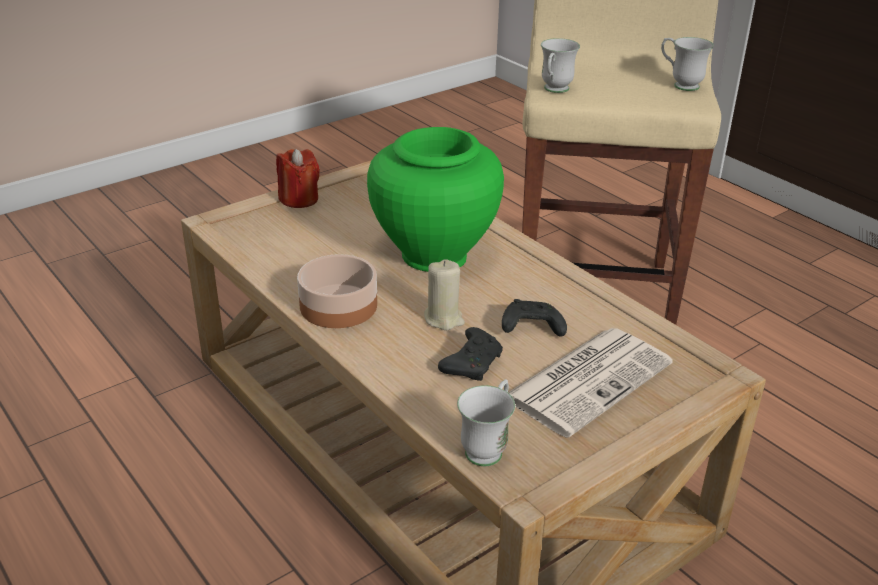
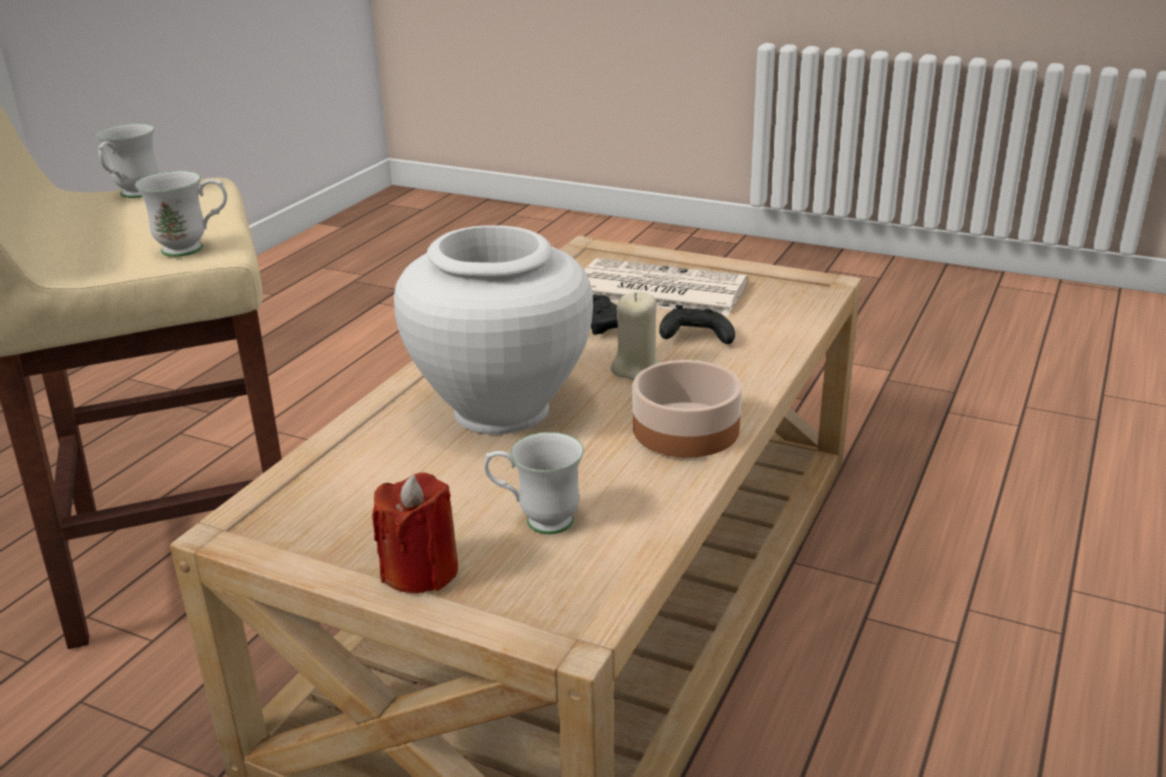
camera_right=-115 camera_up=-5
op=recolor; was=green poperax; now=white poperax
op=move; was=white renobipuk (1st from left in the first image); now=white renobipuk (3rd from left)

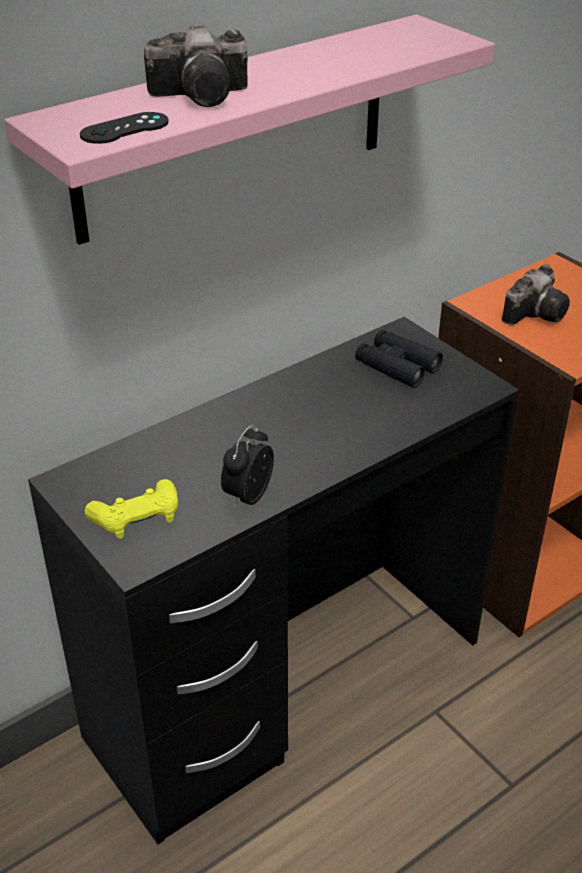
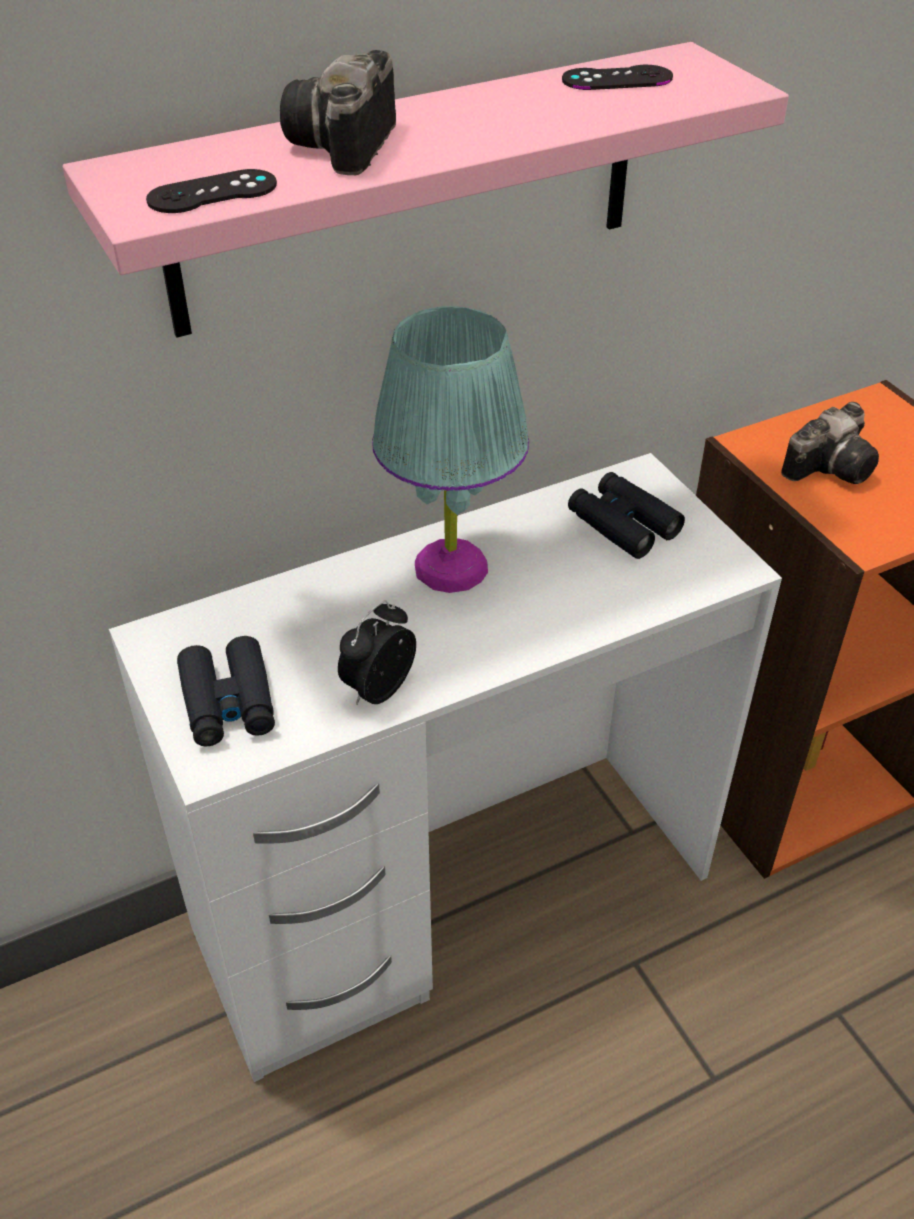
camera_right=10 camera_up=5
op=recolor; was=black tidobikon; now=white tidobikon
op=replace; was=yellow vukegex; now=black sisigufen (1st from left)
op=rotate; was=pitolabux (1st from left); clockwise=105
op=insert; now=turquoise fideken
op=insert; now=black vukegex (2nd from left)

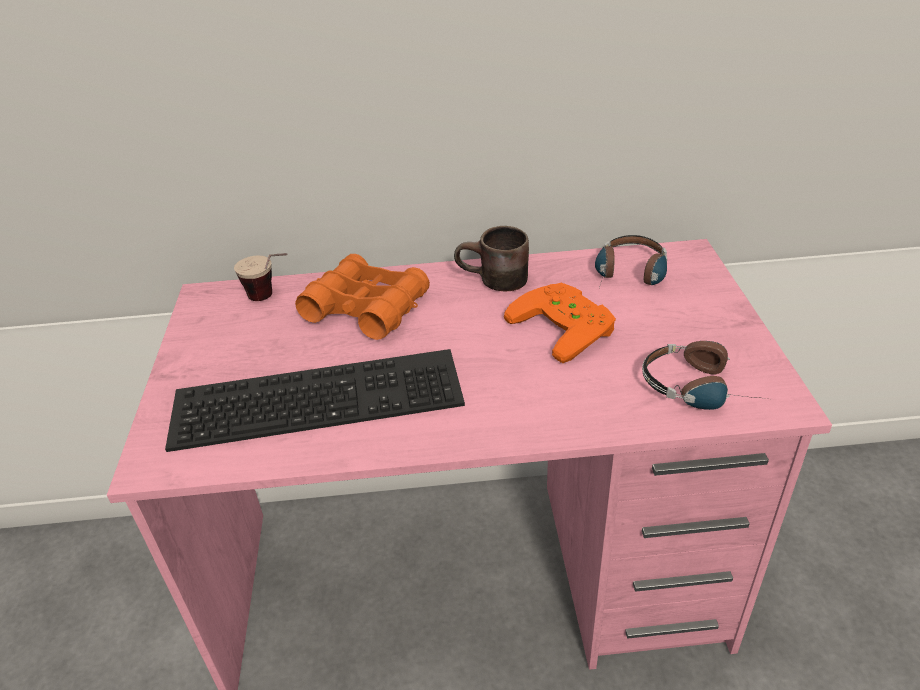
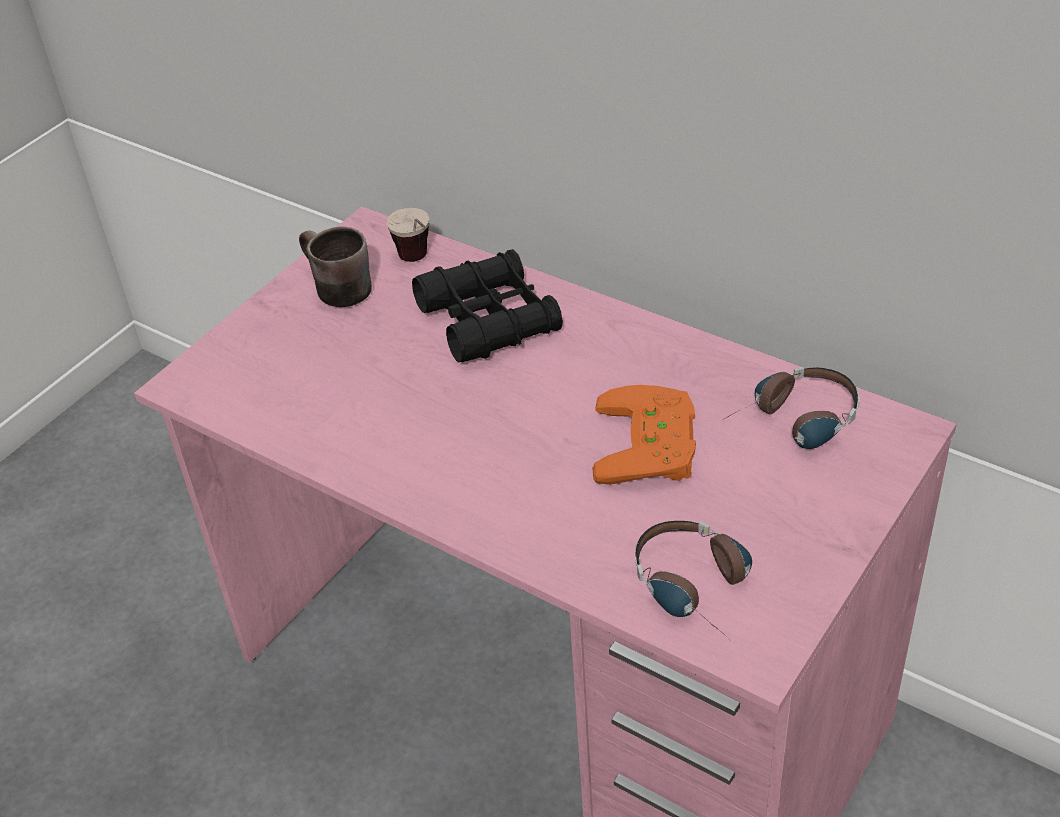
camera_right=40 camera_up=5
op=delete; was=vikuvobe
op=recolor; was=orange sisigufen; now=black sisigufen
op=move; was=brown renobipuk

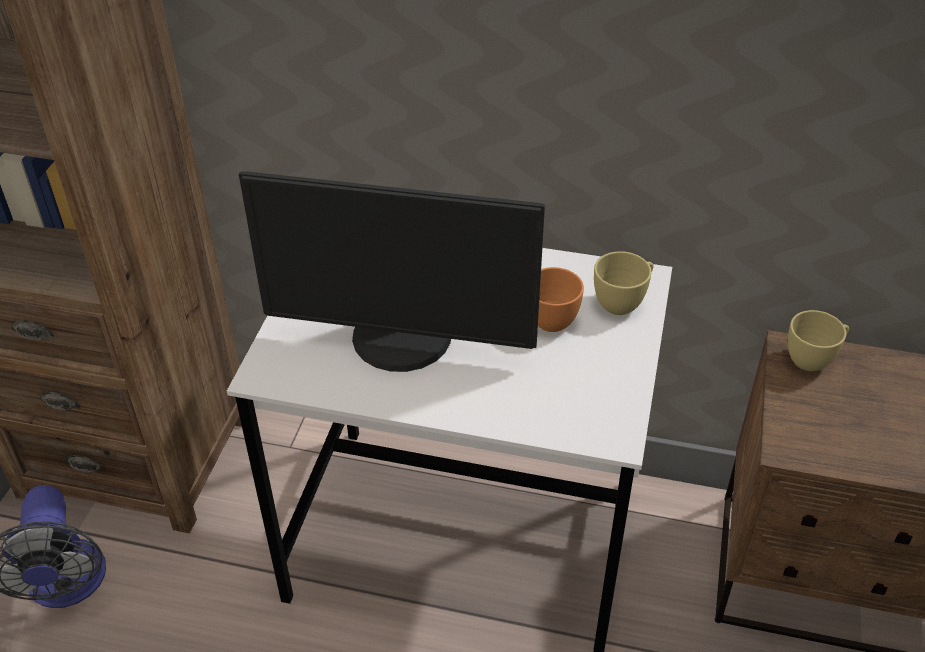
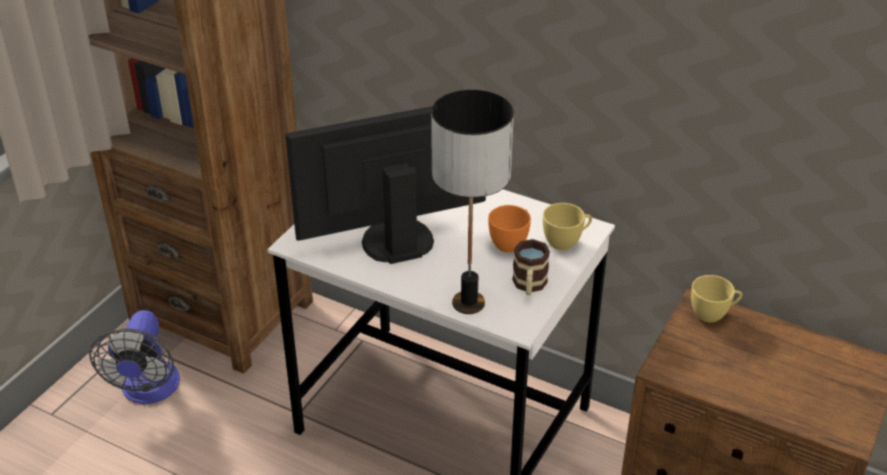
camera_right=15 camera_up=-5
op=rotate; was=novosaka; clockwise=135
op=insert; now=fideken
op=insert; now=renobipuk

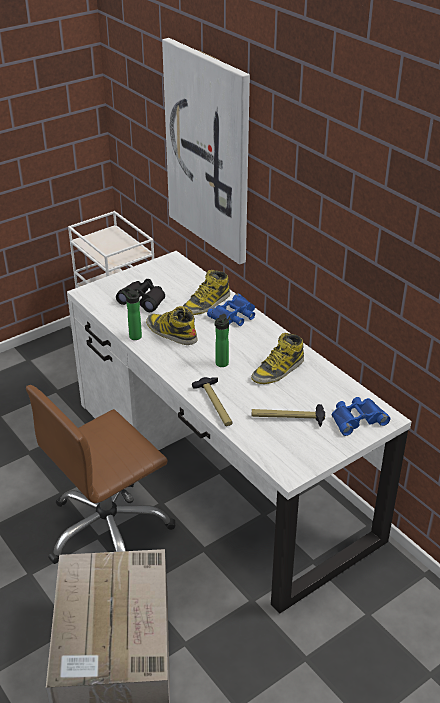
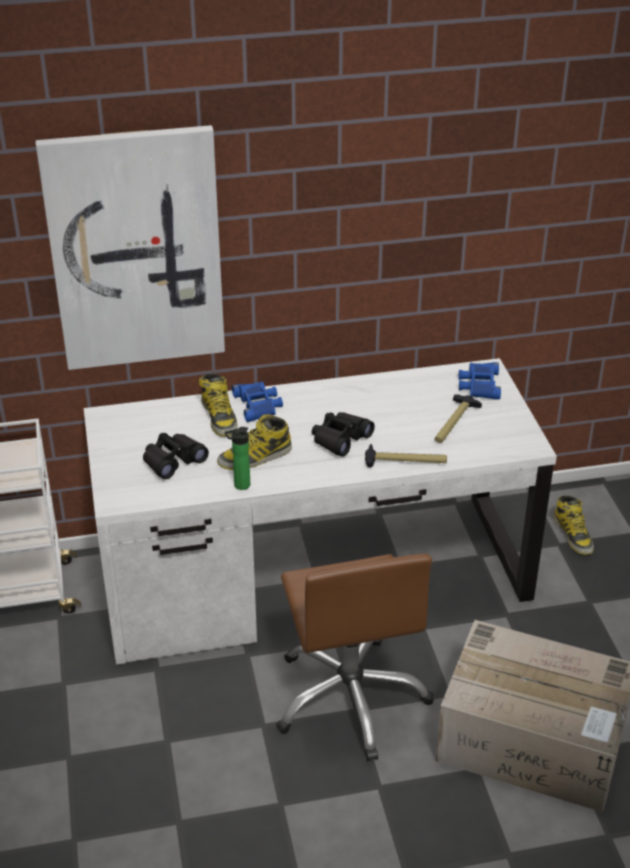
camera_right=-65 camera_up=0
op=replace; was=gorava (2nd from left); now=black sisigufen (2nd from left)
op=move; was=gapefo (3rd from left)

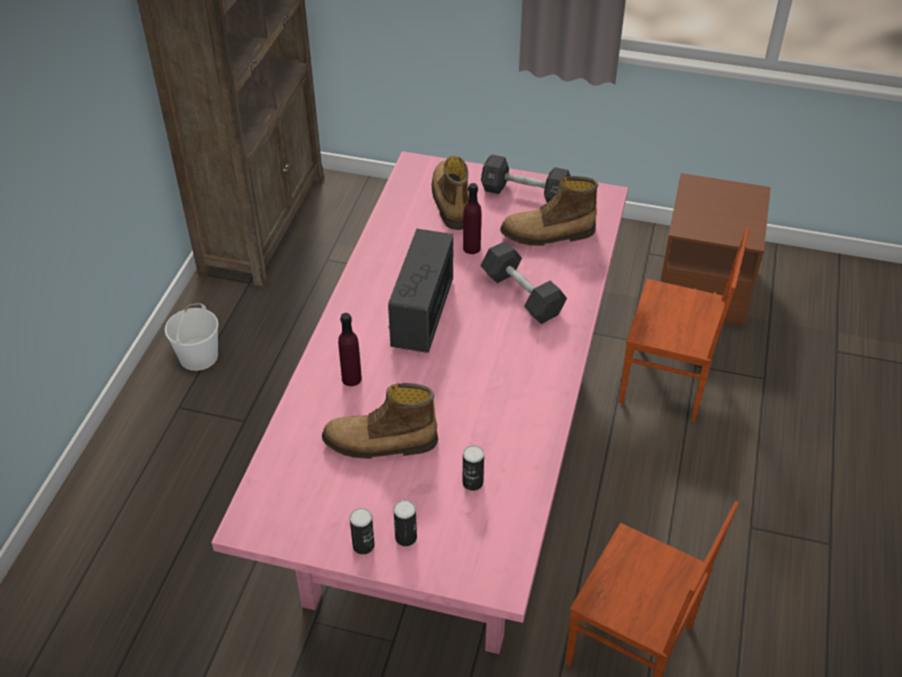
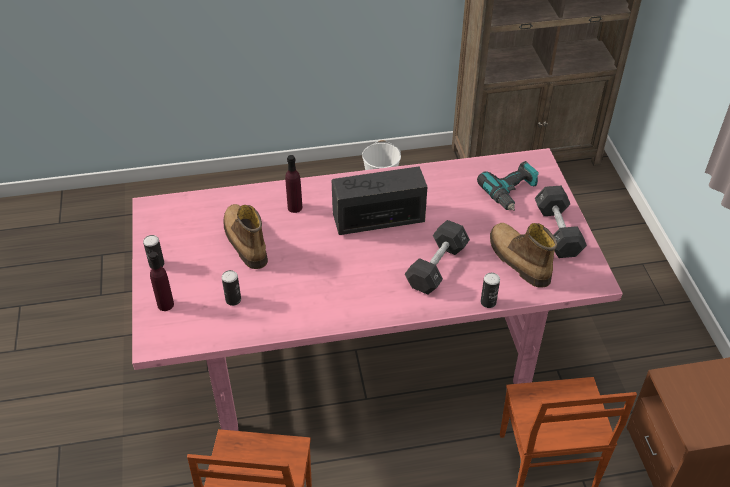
camera_right=65 camera_up=0
op=move; was=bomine (2nd from left in the first image); now=bomine (3rd from left)
op=replace; was=gapefo (2nd from left); now=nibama
op=move; was=purple gorava (2nd from left in the first image); now=purple gorava (1st from left)

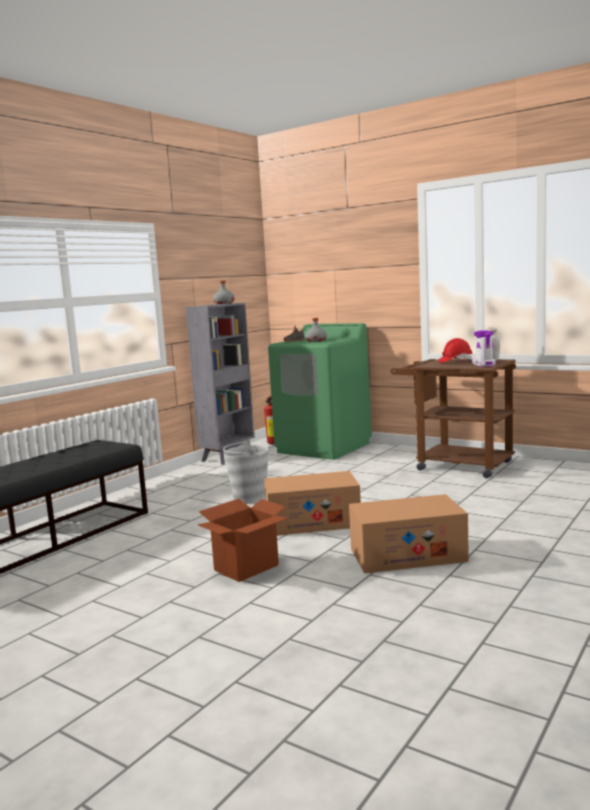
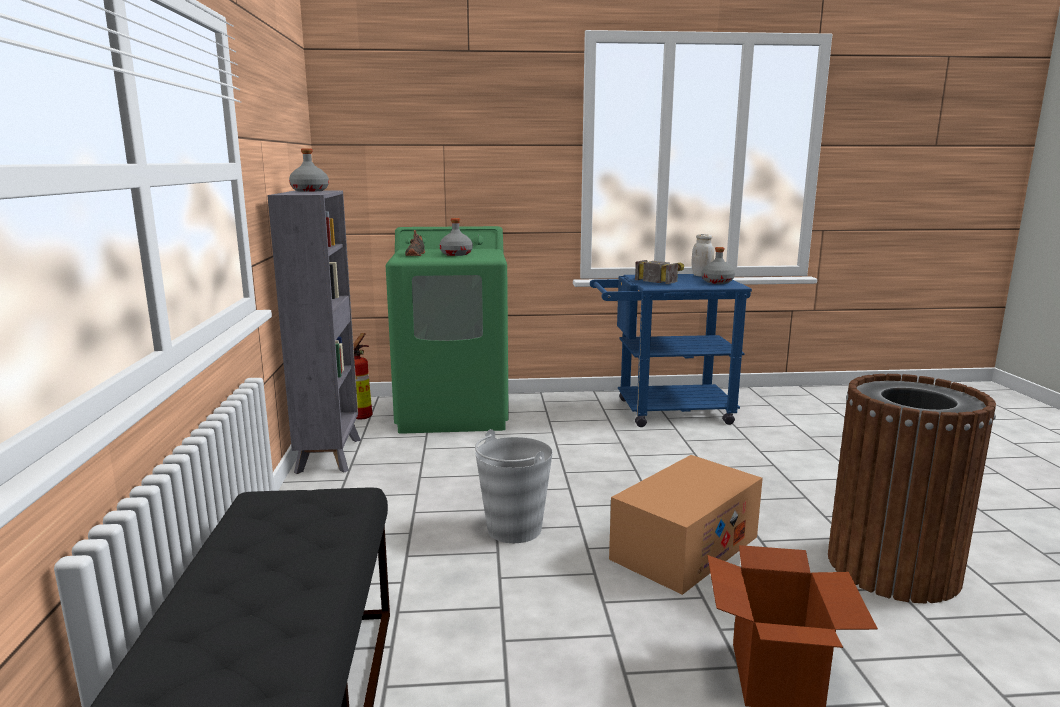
camera_right=-40 camera_up=5
op=replace; was=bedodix (3rd from left); now=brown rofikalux
op=recolor; was=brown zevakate; now=blue zevakate
op=replace; was=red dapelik; now=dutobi
op=replace; was=gapefo; now=grey gorava (3rd from left)

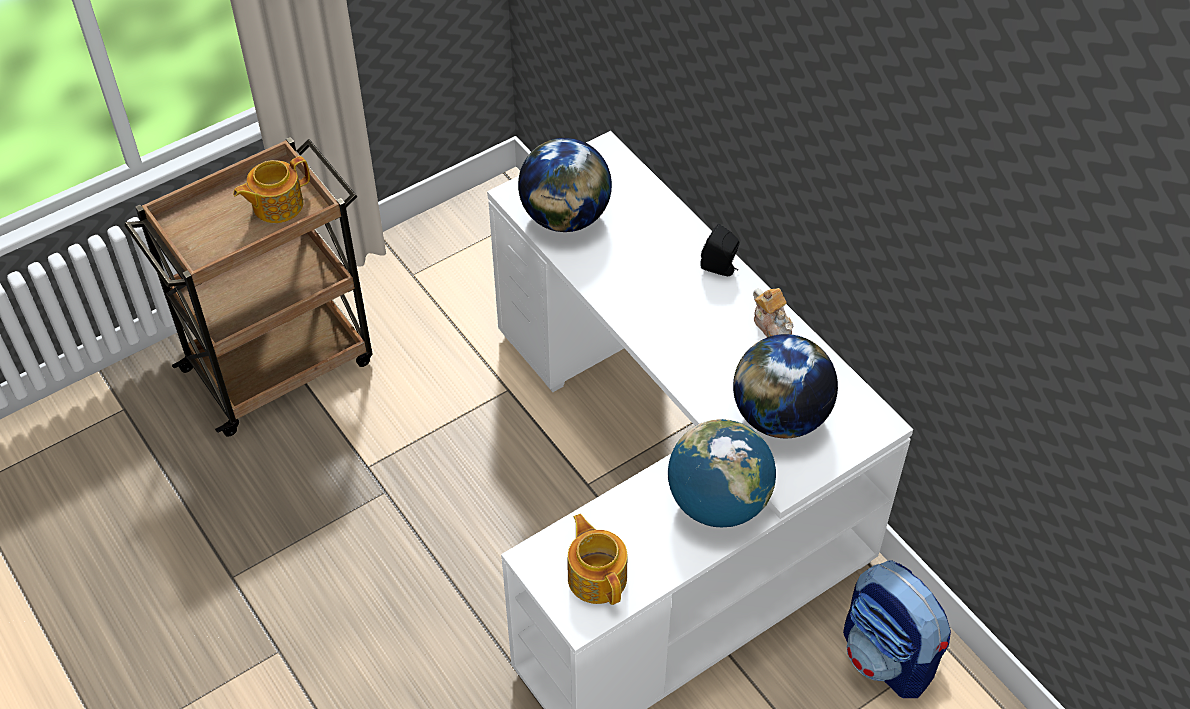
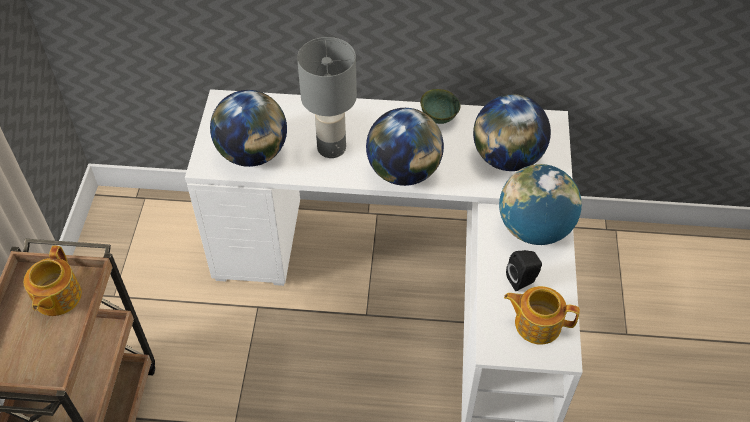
camera_right=-50 camera_up=0
op=move; was=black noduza
op=replace; was=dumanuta (3rd from left); now=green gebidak
op=delete; was=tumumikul
op=insert; now=grey fideken
op=insert; now=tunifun (2nd from left)

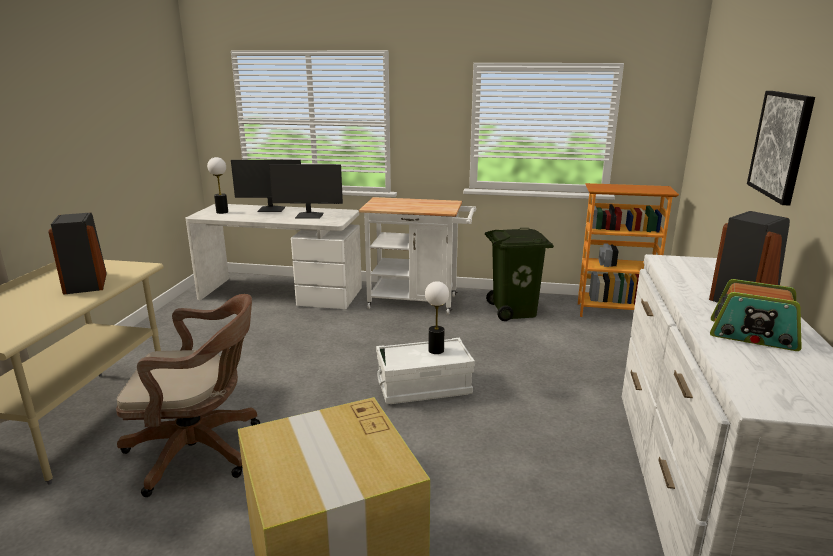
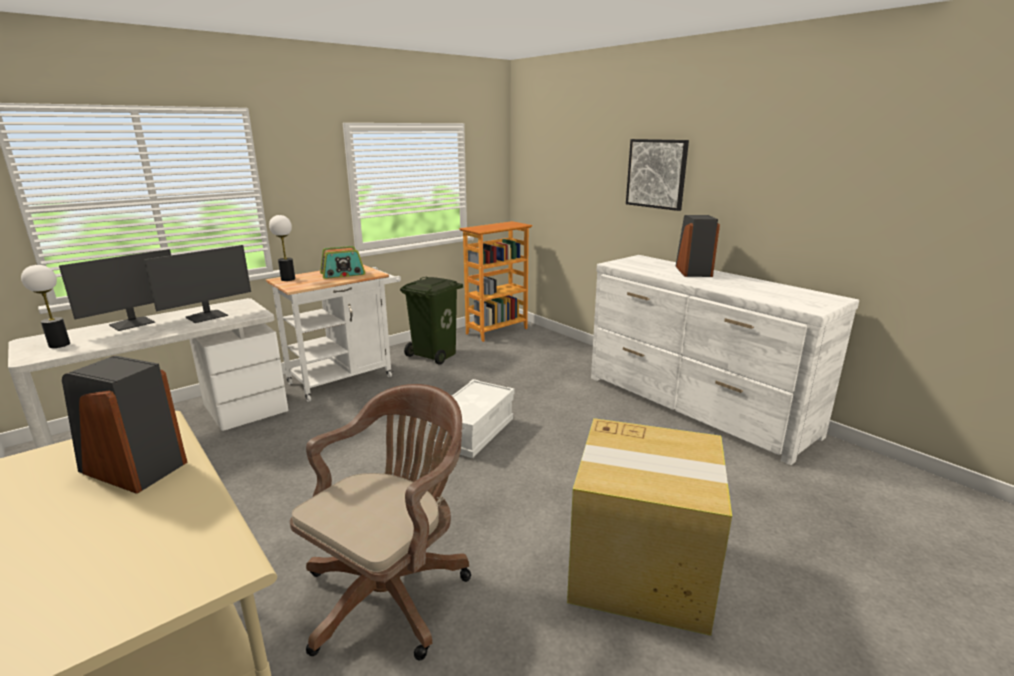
camera_right=-50 camera_up=0
op=move; was=fideken (2nd from left)
op=move; was=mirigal

